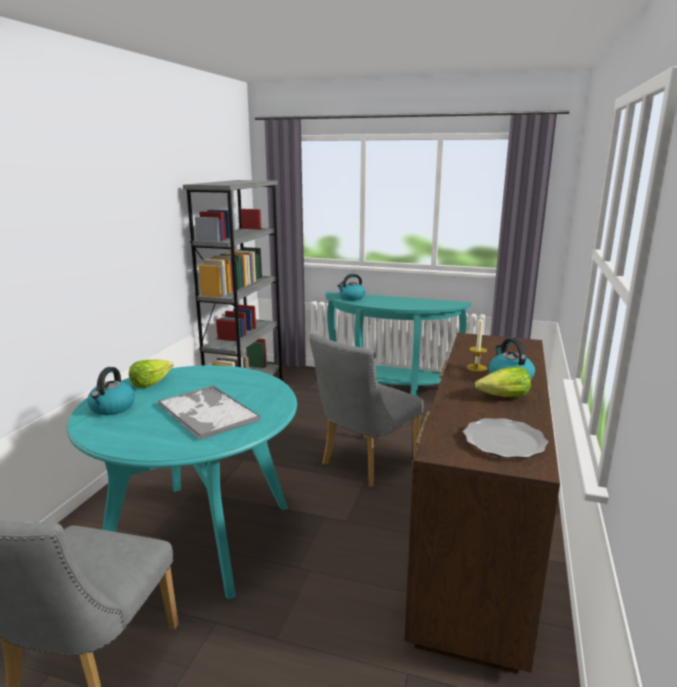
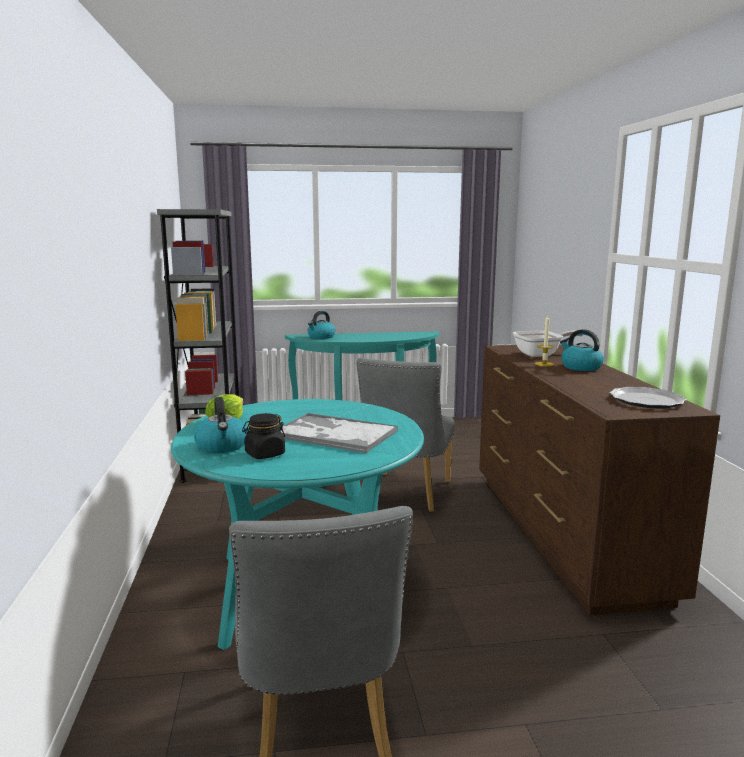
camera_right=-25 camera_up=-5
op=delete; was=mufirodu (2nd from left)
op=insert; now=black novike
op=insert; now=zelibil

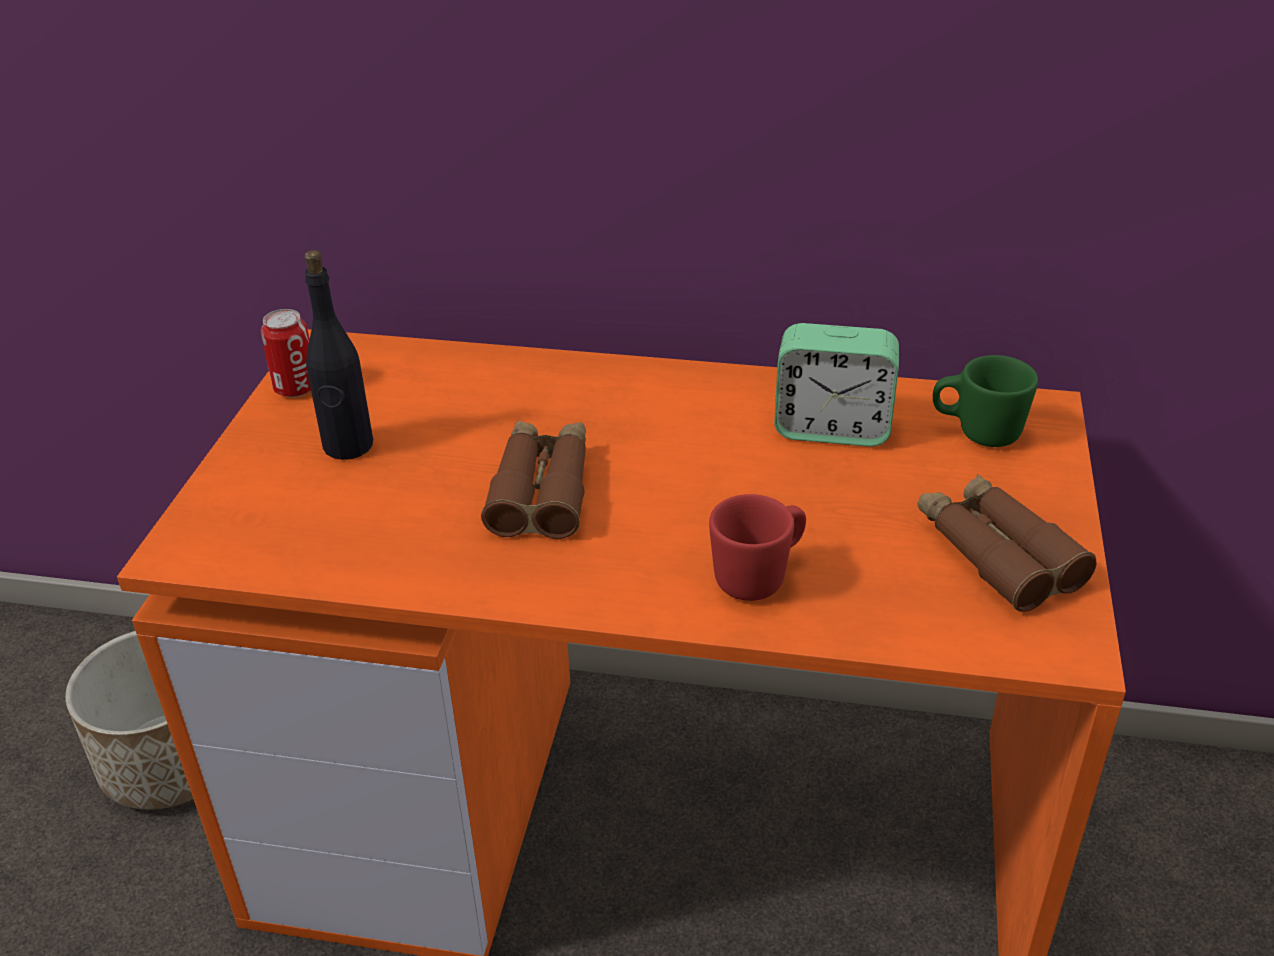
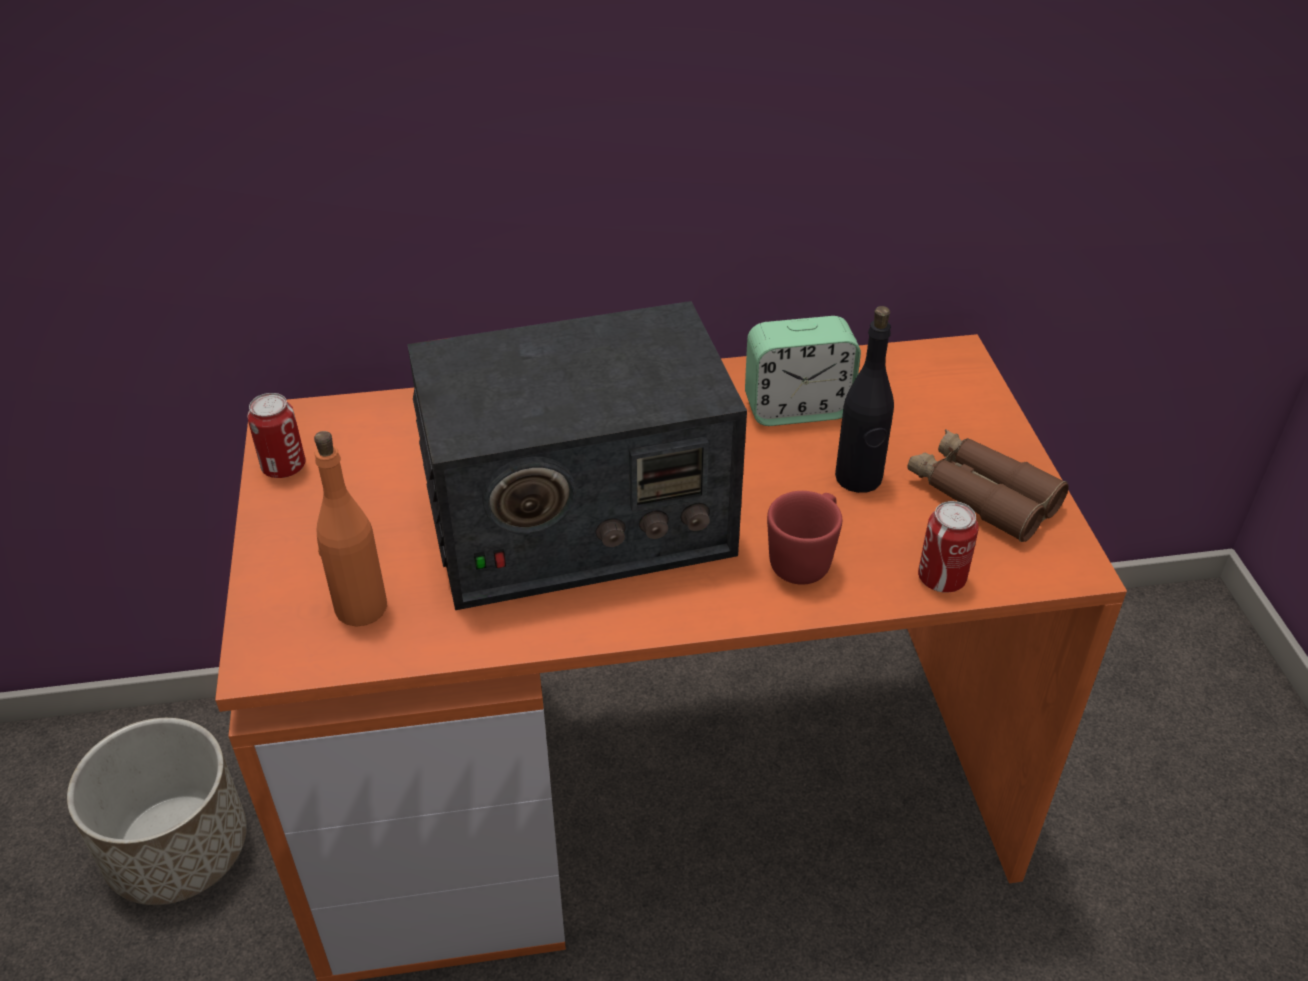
camera_right=-20 camera_up=5
op=move; was=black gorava
op=replace; was=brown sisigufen (1st from left); now=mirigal
op=delete; was=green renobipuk
op=insert; now=orange gorava
op=insert; now=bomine (2nd from left)

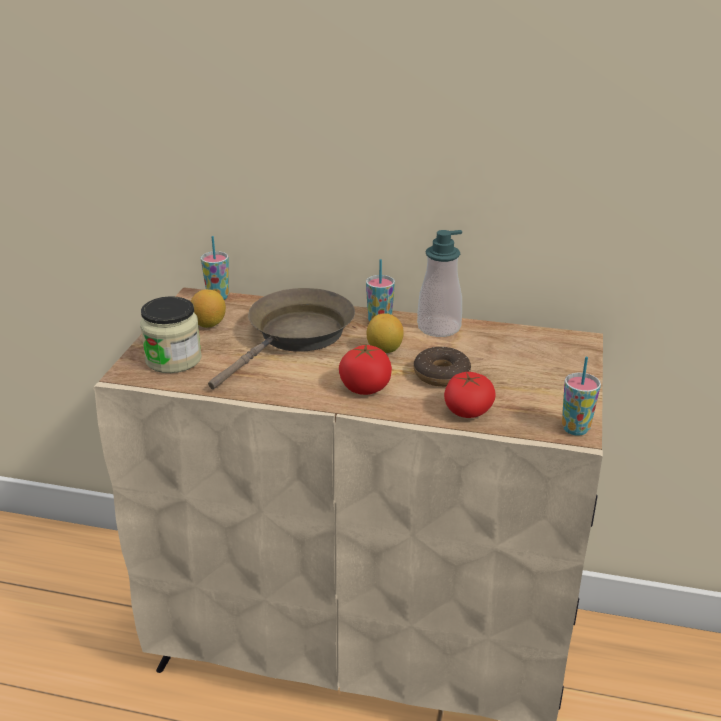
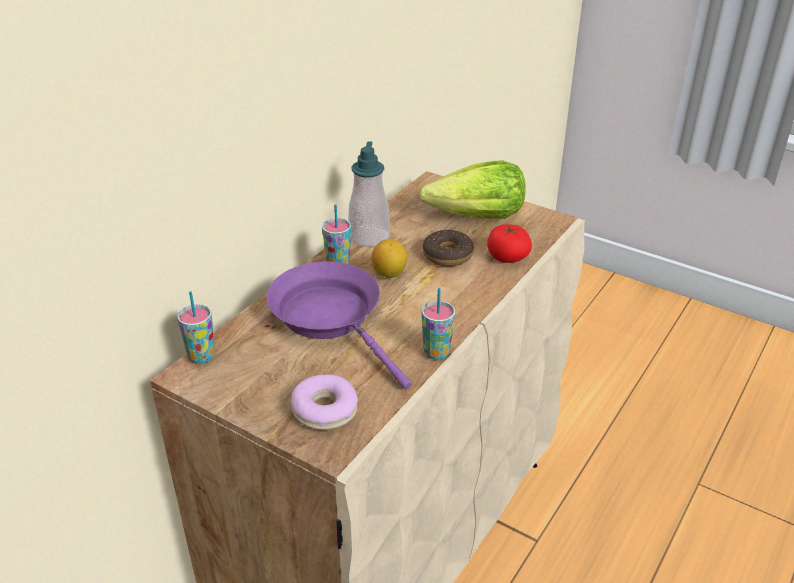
camera_right=-70 camera_up=5
op=replace; was=novike; now=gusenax (1st from left)
op=delete; was=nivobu (1st from left)
op=recolor; was=brown zelibil; now=purple zelibil
op=delete; was=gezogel (1st from left)
op=move; was=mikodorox (3rd from left)
op=insert; now=mufirodu

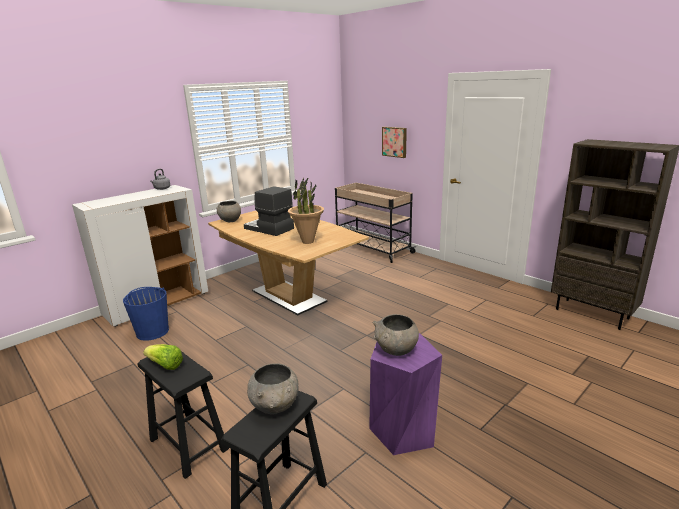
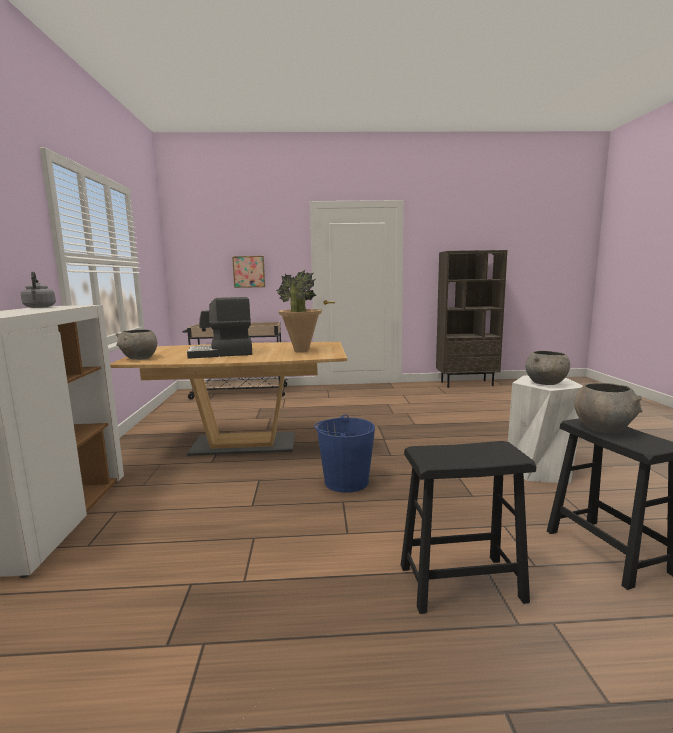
camera_right=-50 camera_up=-10
op=move; was=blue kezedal
op=delete; was=mufirodu
op=recolor; was=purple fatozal; now=white fatozal

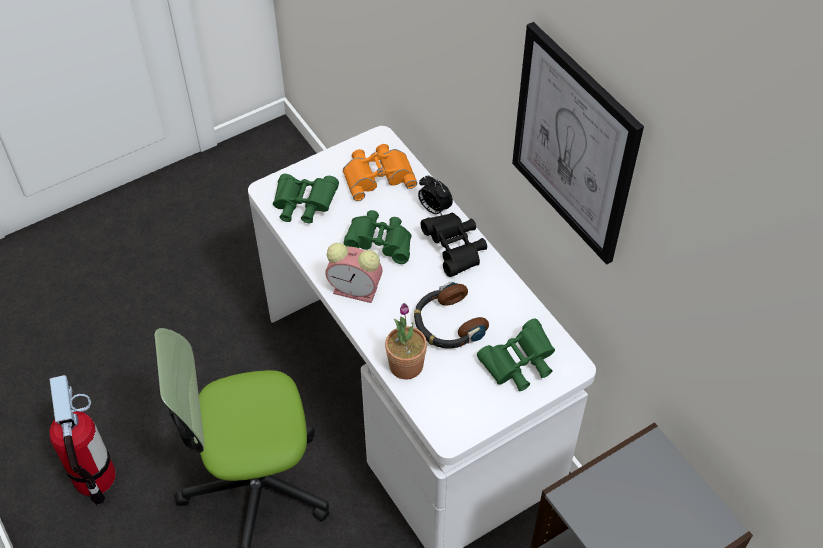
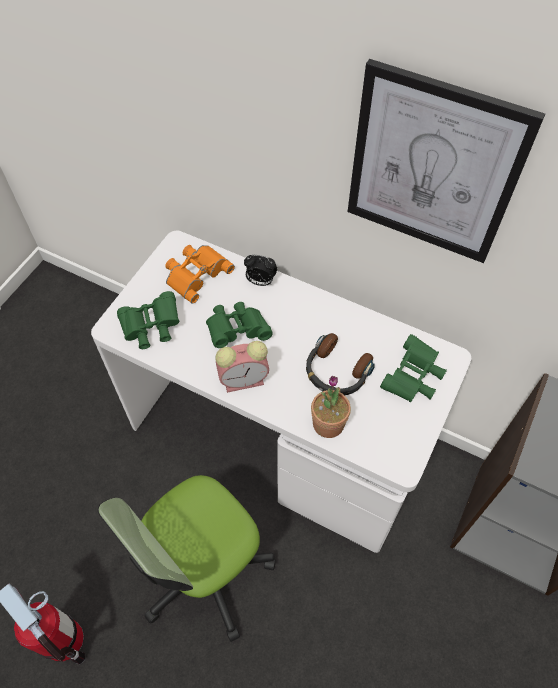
camera_right=-30 camera_up=5
op=delete; was=black sisigufen

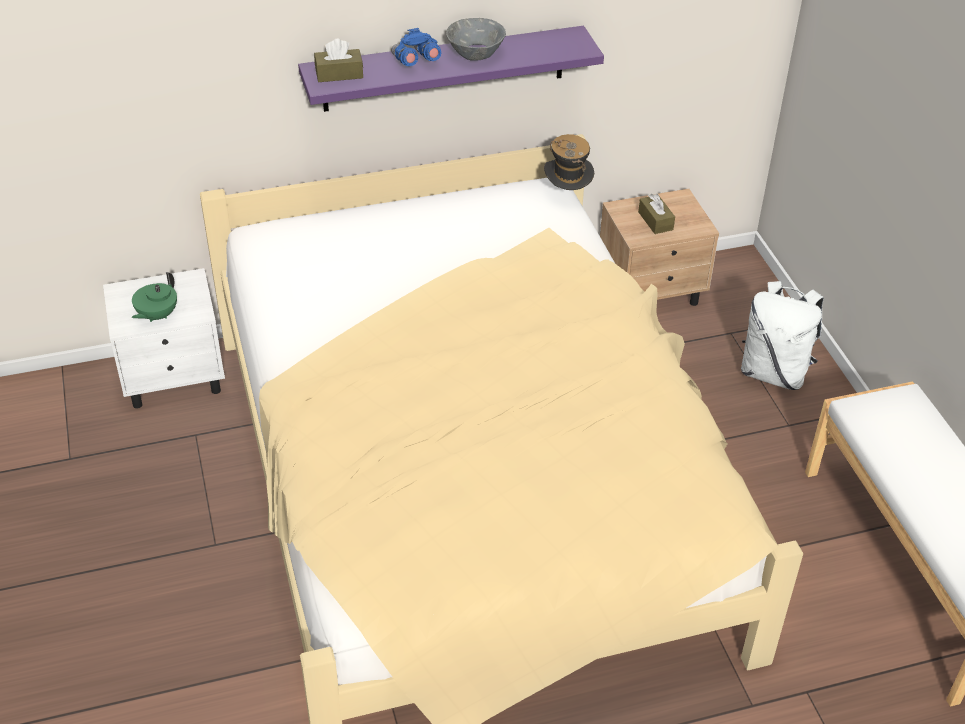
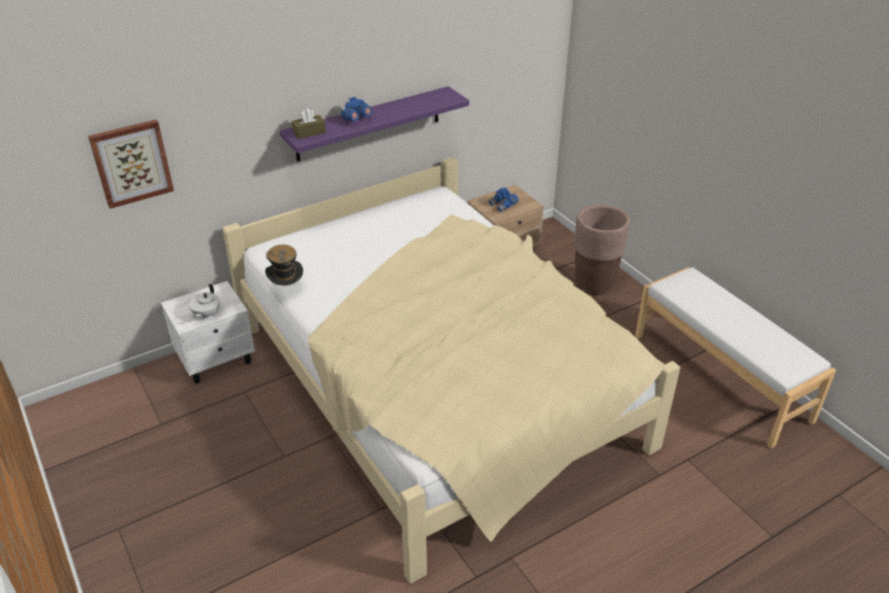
camera_right=-15 camera_up=-5
op=recolor; was=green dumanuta; now=white dumanuta
op=delete; was=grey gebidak
op=move; was=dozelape
op=replace; was=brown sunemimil (2nd from left); now=blue sisigufen (2nd from left)
op=replace; was=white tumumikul; now=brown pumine
op=insert; now=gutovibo

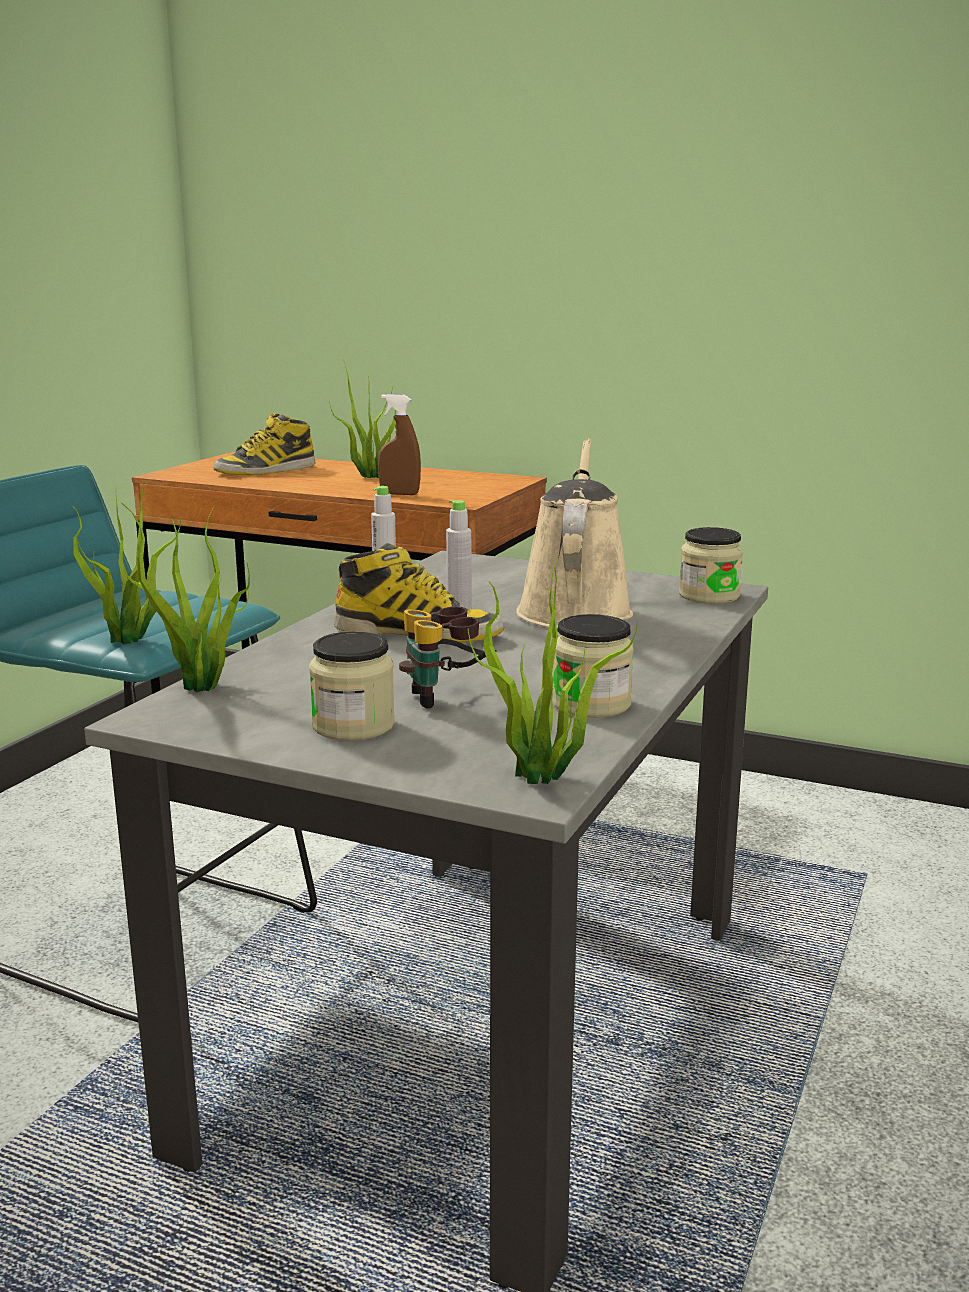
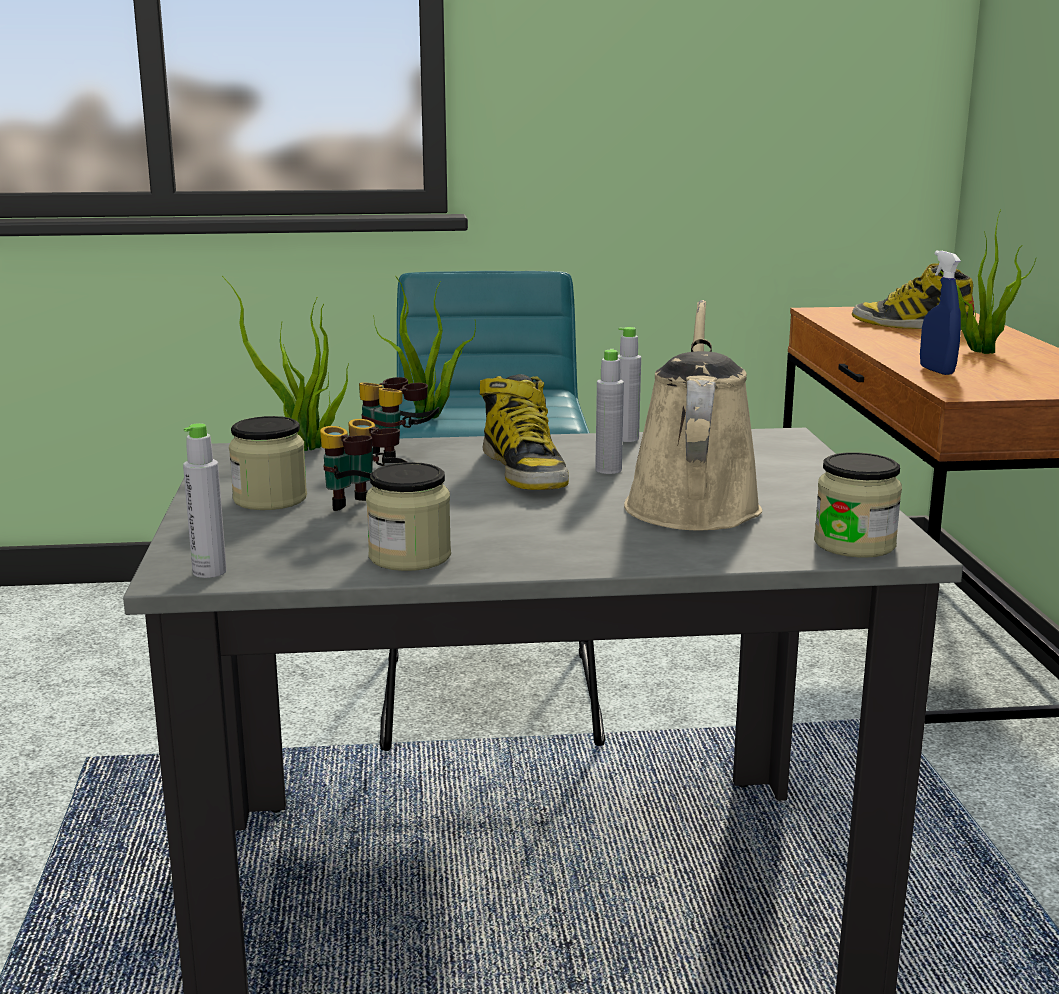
camera_right=60 camera_up=0
op=recolor; was=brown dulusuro; now=blue dulusuro
op=replace; was=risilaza (4th from left); now=grey gorava (1st from left)
op=rotate; was=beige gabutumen; clockwise=-60
op=insert; now=sisigufen (2nd from left)

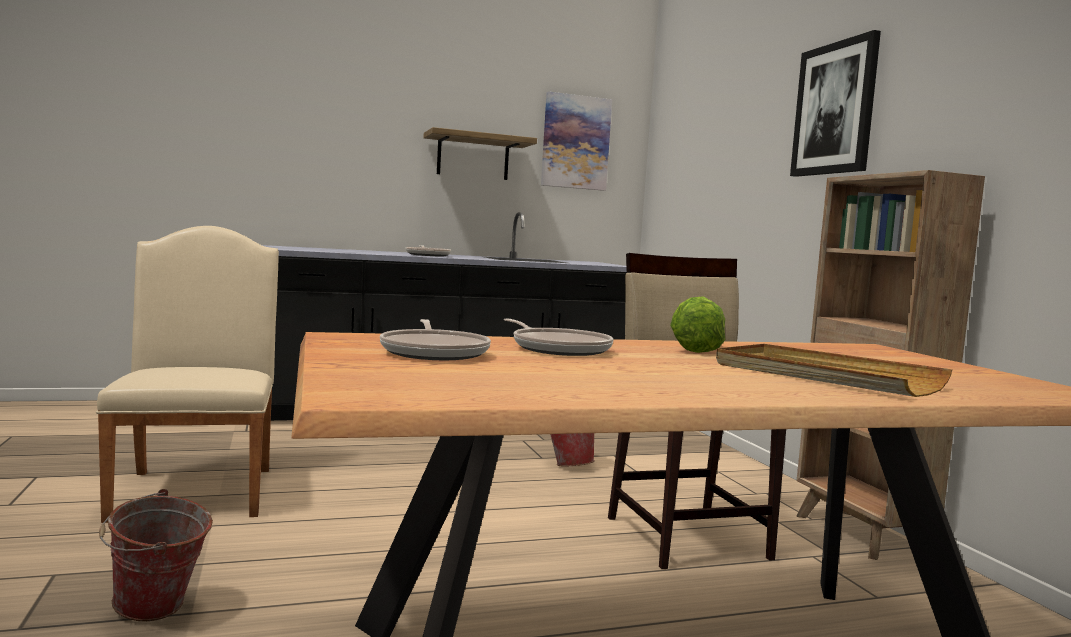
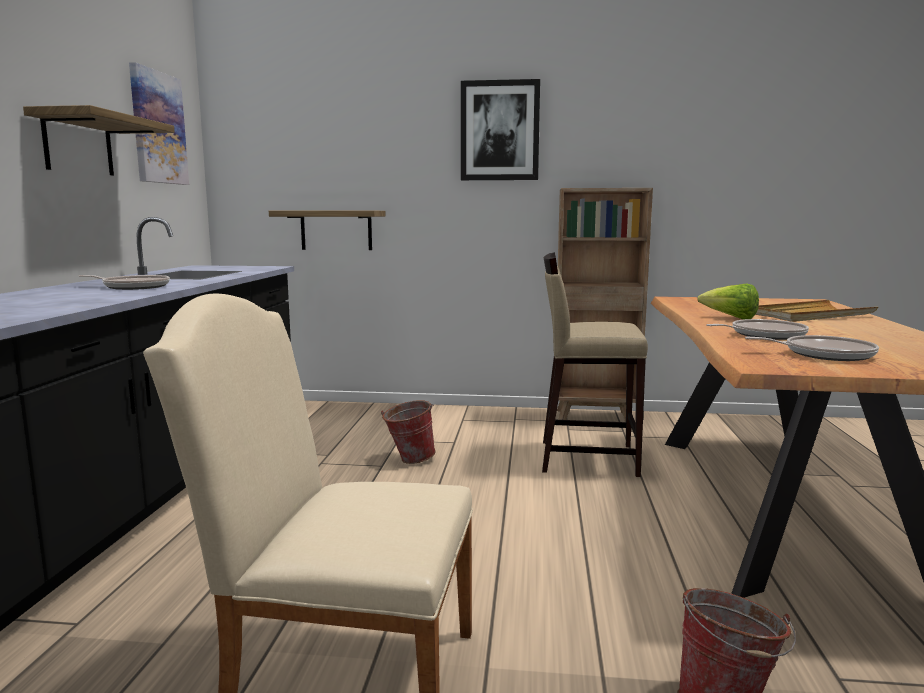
camera_right=-65 camera_up=5
op=insert; now=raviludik (2nd from left)

